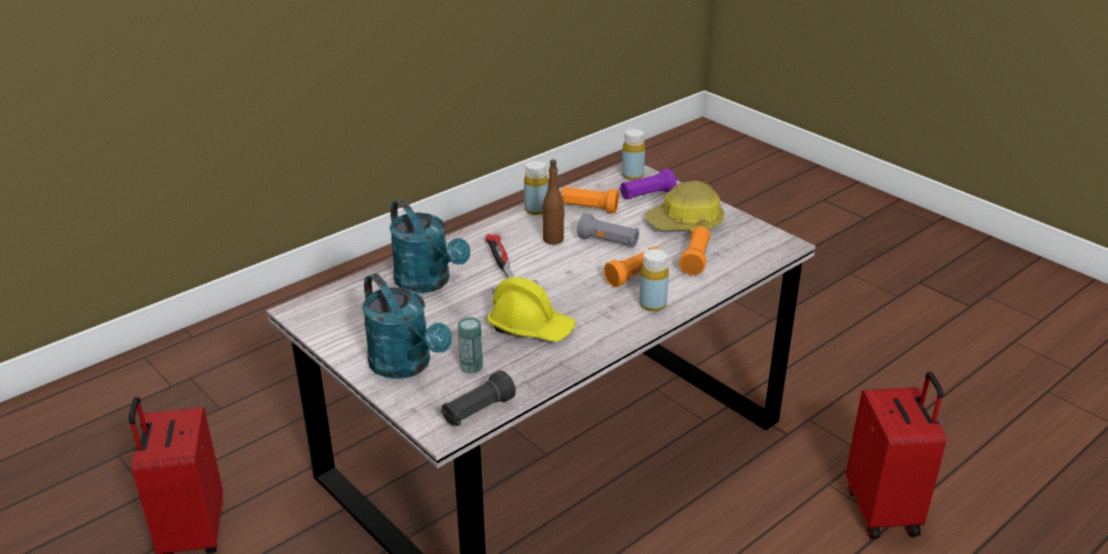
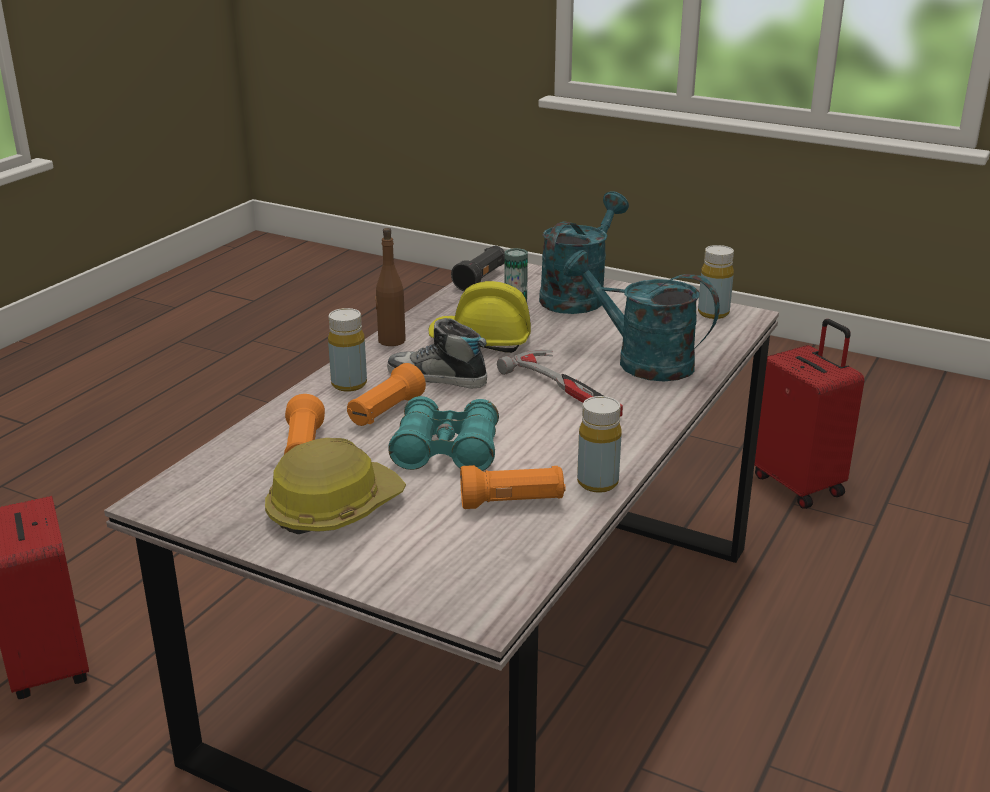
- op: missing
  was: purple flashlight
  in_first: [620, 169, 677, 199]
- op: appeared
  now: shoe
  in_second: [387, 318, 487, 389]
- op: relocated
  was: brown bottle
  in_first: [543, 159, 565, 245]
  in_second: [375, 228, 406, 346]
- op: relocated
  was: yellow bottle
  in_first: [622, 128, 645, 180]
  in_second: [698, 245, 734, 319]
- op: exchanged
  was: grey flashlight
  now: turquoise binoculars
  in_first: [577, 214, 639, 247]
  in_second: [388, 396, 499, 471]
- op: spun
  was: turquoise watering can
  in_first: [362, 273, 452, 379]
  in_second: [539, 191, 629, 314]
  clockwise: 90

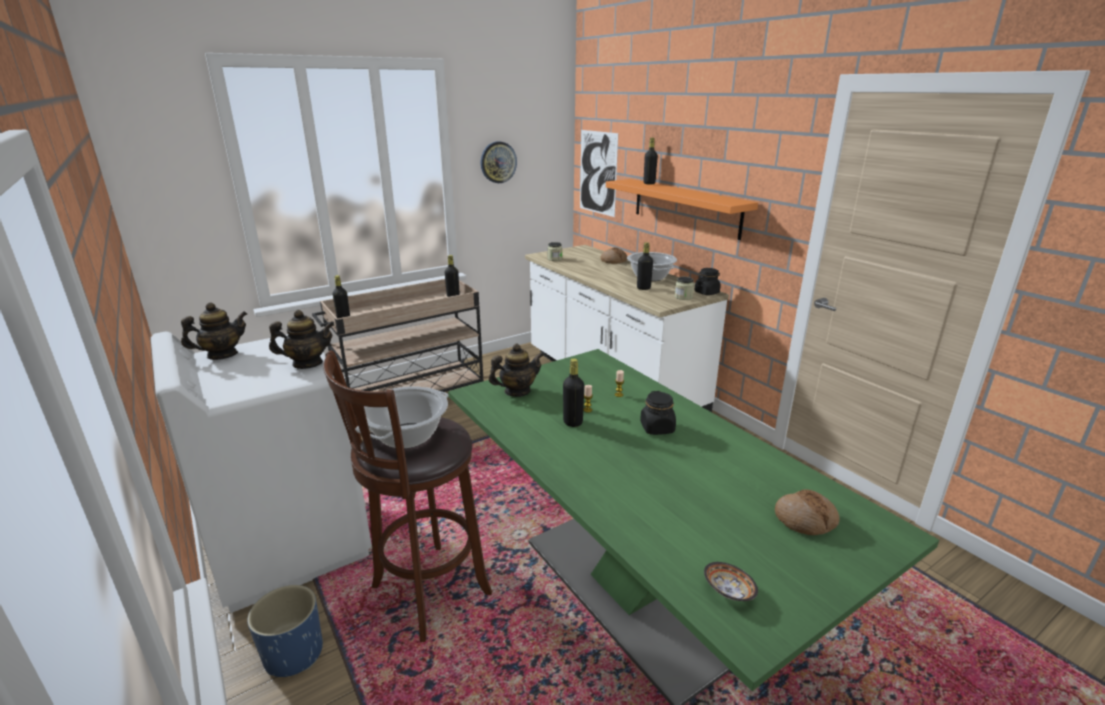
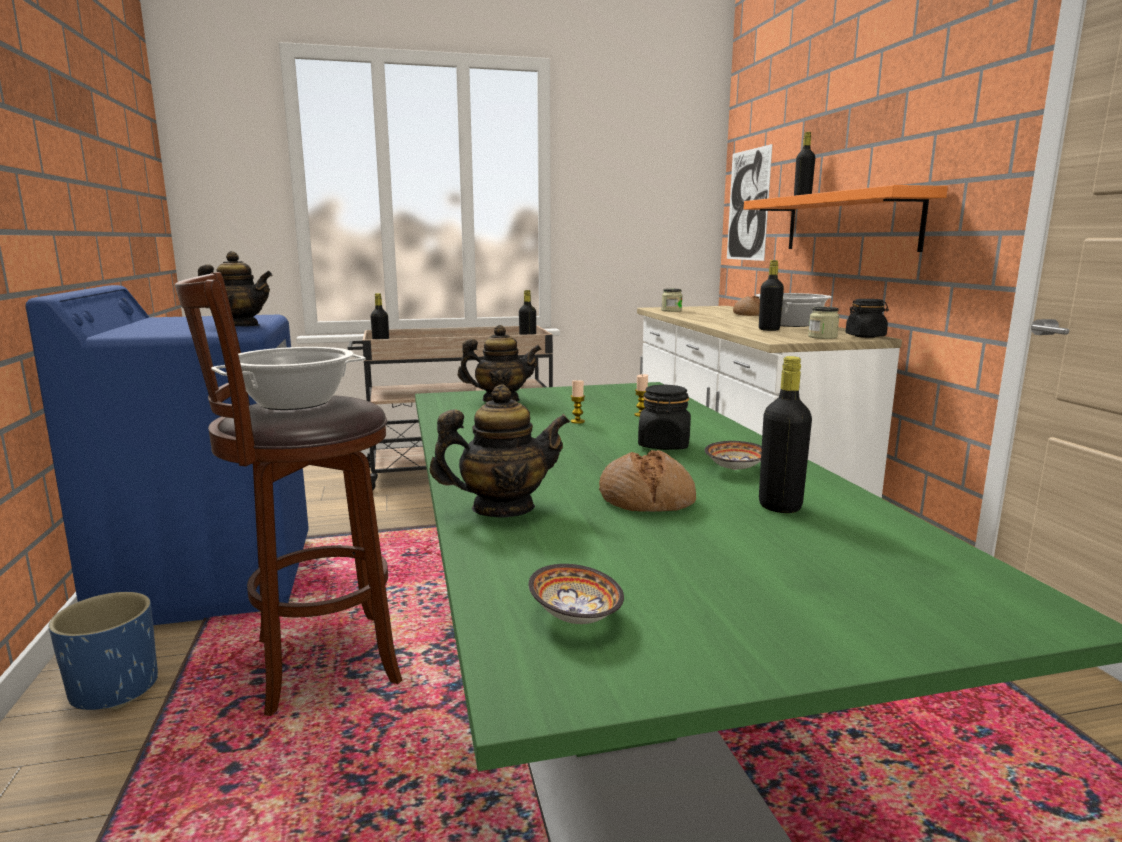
- op: missing
  was: wall clock
  in_first: [481, 141, 517, 183]
- op: appeared
  now: bowl
  in_second: [705, 441, 762, 470]
- op: relocated
  was: teapot
  in_first: [181, 302, 247, 360]
  in_second: [430, 384, 570, 518]
- op: relocated
  was: black bottle
  in_first: [563, 358, 584, 427]
  in_second: [759, 356, 812, 513]
- op: relocated
  was: bread
  in_first: [775, 489, 840, 535]
  in_second: [599, 450, 696, 512]
- op: colour
  was: white washing machine
  now: blue washing machine
  in_first: [151, 332, 372, 613]
  in_second: [25, 285, 309, 625]

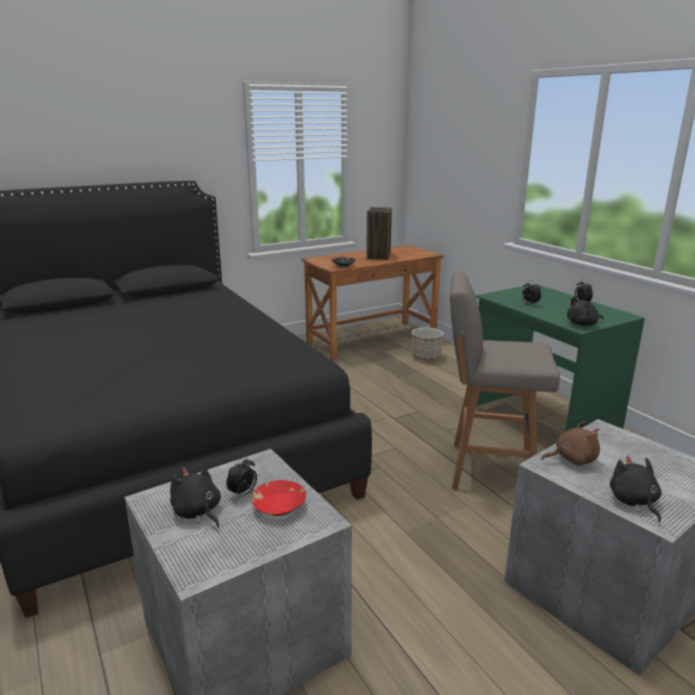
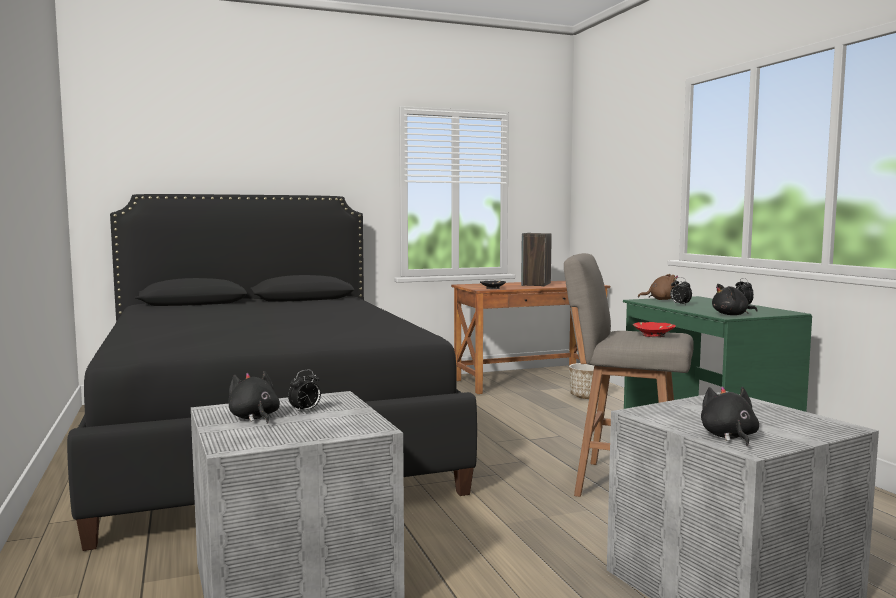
- op: relocated
  was: red bowl
  in_first: [251, 480, 306, 516]
  in_second: [633, 322, 676, 337]
- op: relocated
  was: brown plush toy
  in_first: [541, 421, 600, 466]
  in_second: [638, 274, 678, 300]

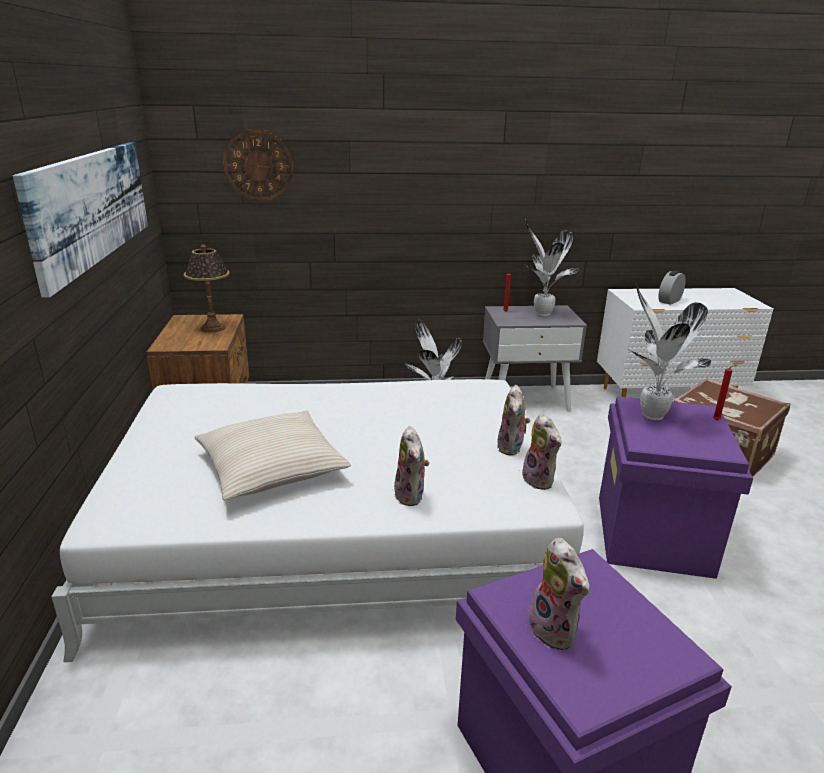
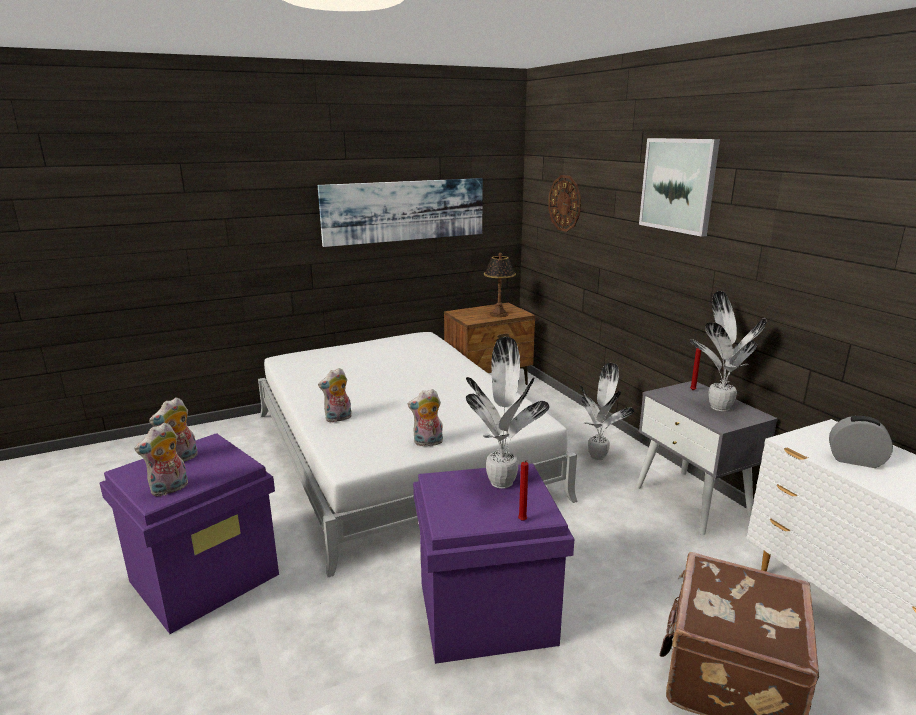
- op: missing
  was: beige pillow
  in_first: [194, 410, 351, 500]
- op: appeared
  now: picture
  in_second: [639, 138, 720, 237]
- op: relocated
  was: plush toy
  in_first: [520, 413, 561, 490]
  in_second: [134, 423, 188, 496]

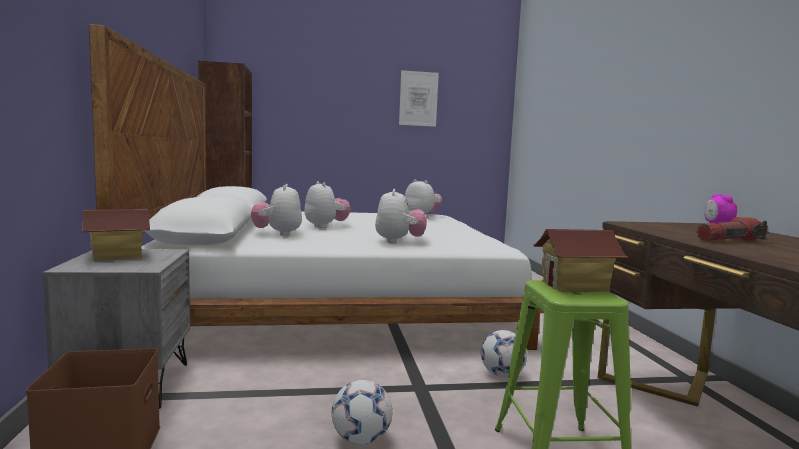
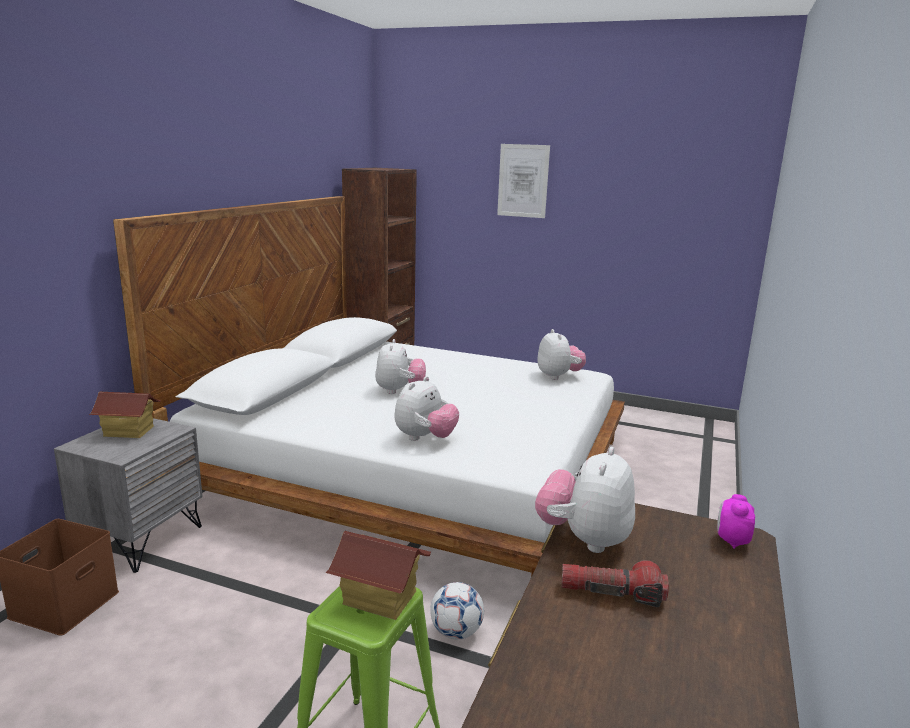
- op: missing
  was: football
  in_first: [332, 380, 393, 444]
- op: relocated
  was: plush toy
  in_first: [251, 184, 302, 236]
  in_second: [535, 447, 635, 553]
- op: relocated
  was: picture
  in_first: [399, 70, 439, 127]
  in_second: [497, 144, 550, 218]

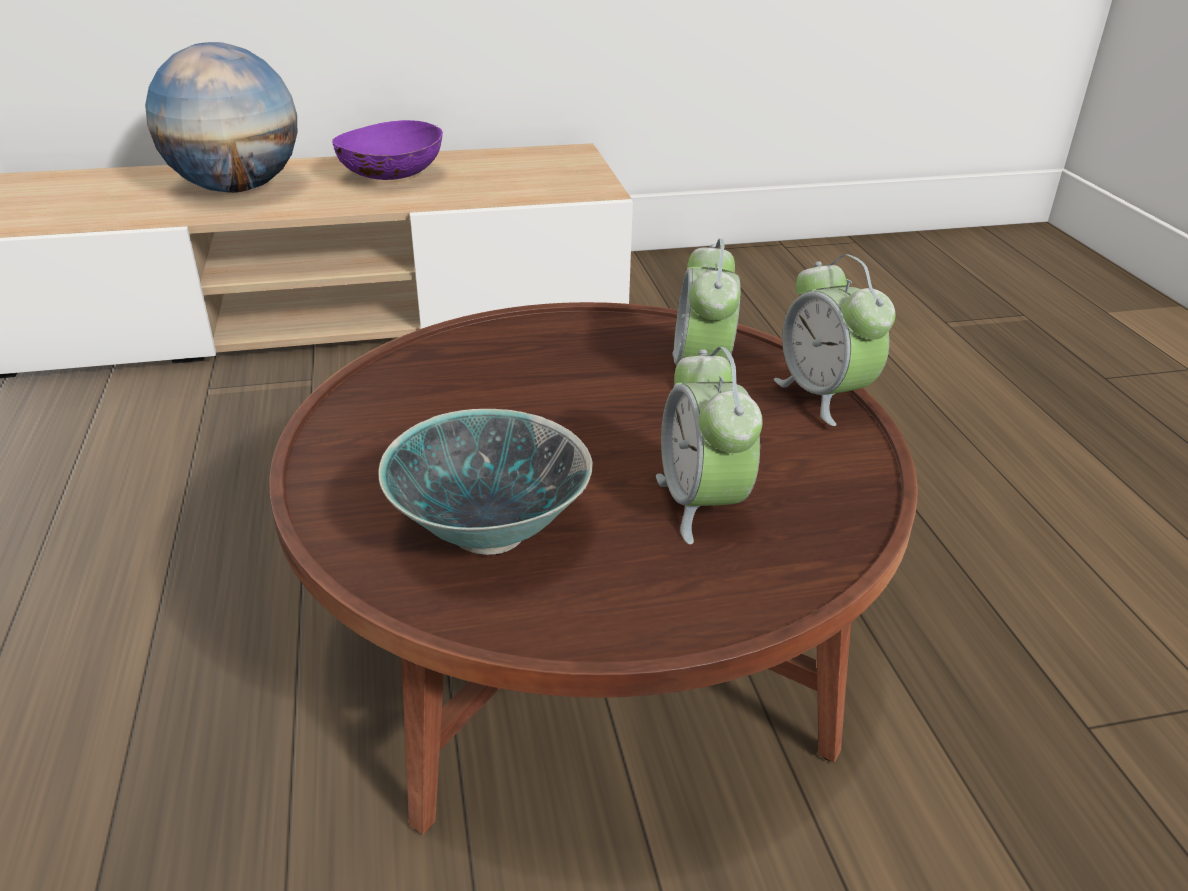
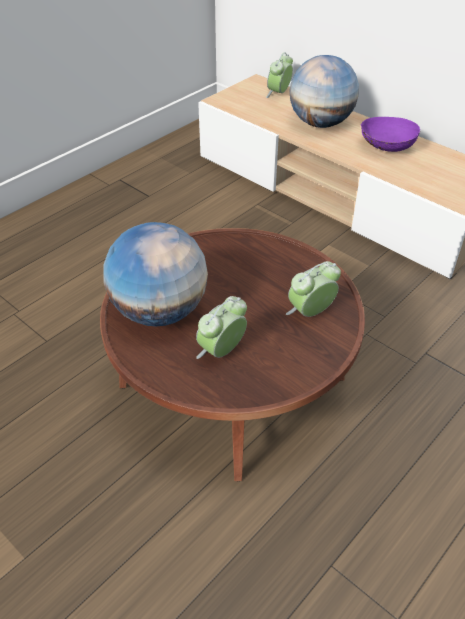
- op: relocated
  was: alarm clock
  in_first: [774, 254, 895, 426]
  in_second: [266, 52, 293, 98]
- op: exchanged
  was: bowl
  now: globe
  in_first: [378, 409, 593, 555]
  in_second: [104, 222, 208, 326]

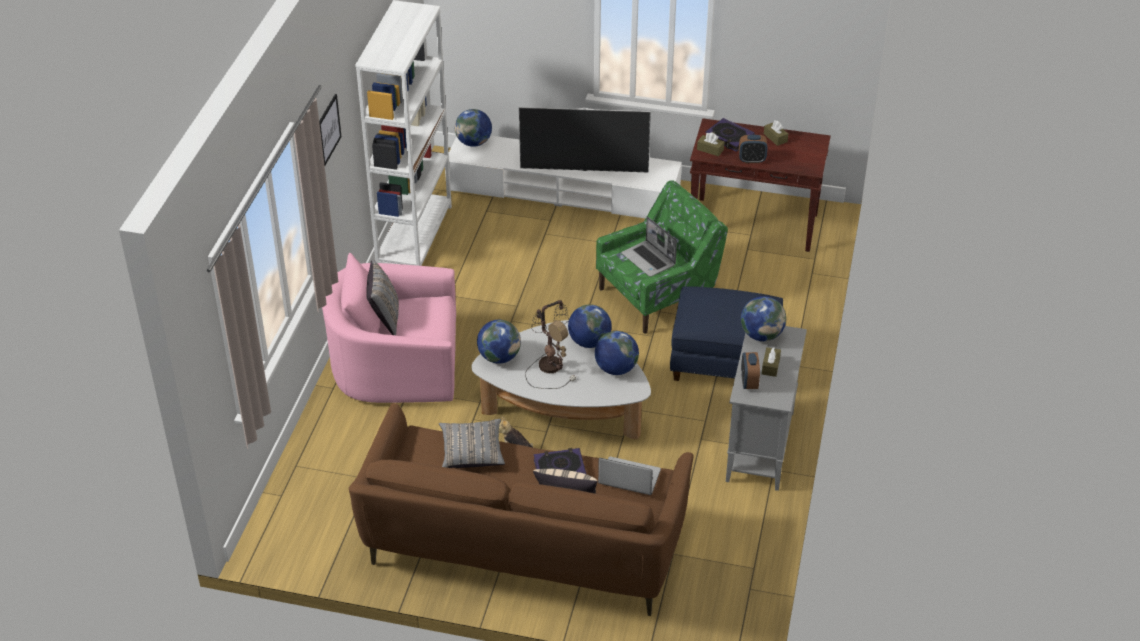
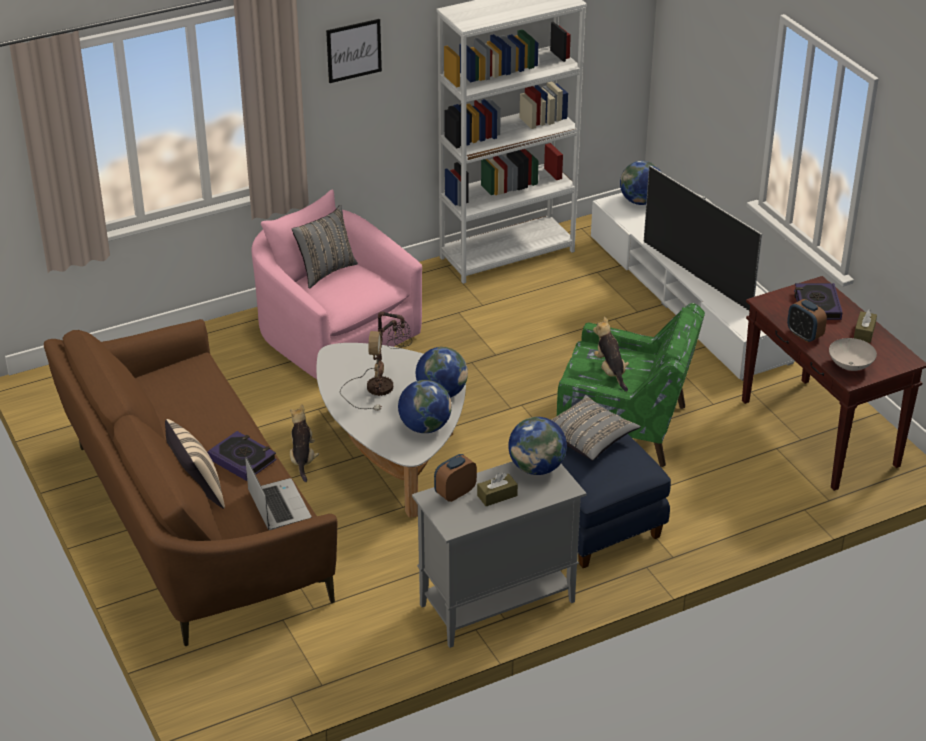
- op: missing
  was: globe
  in_first: [477, 320, 521, 364]
- op: missing
  was: brown tissue box
  in_first: [697, 132, 724, 156]
- op: appeared
  now: white bowl
  in_second: [829, 338, 877, 371]
- op: relocated
  was: grey pillow
  in_first: [439, 419, 505, 468]
  in_second: [551, 395, 641, 461]
- op: exchanged
  was: laptop
  now: plush toy
  in_first: [621, 216, 677, 277]
  in_second: [593, 317, 629, 391]

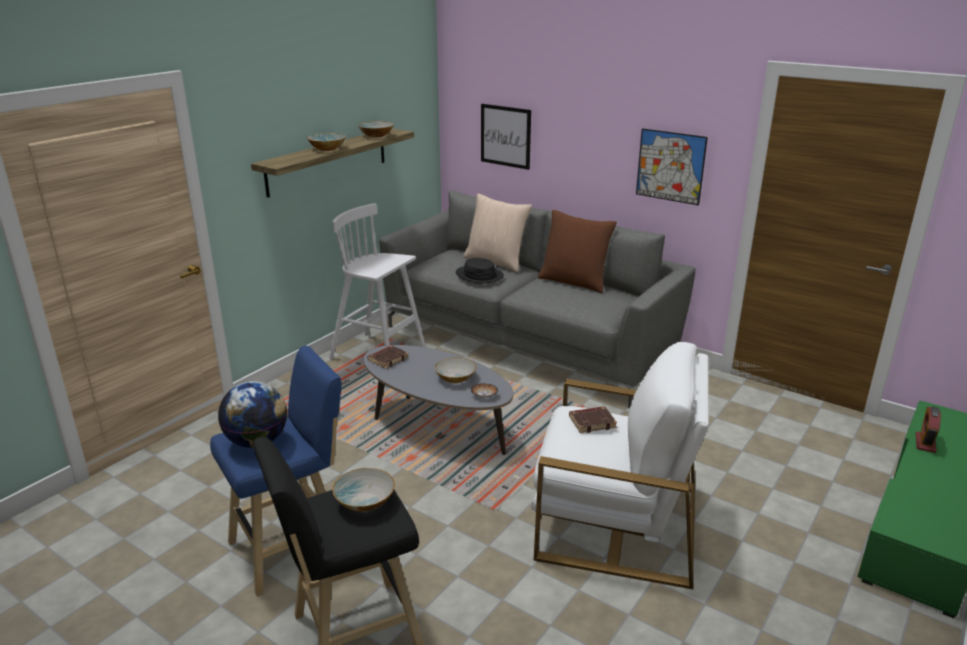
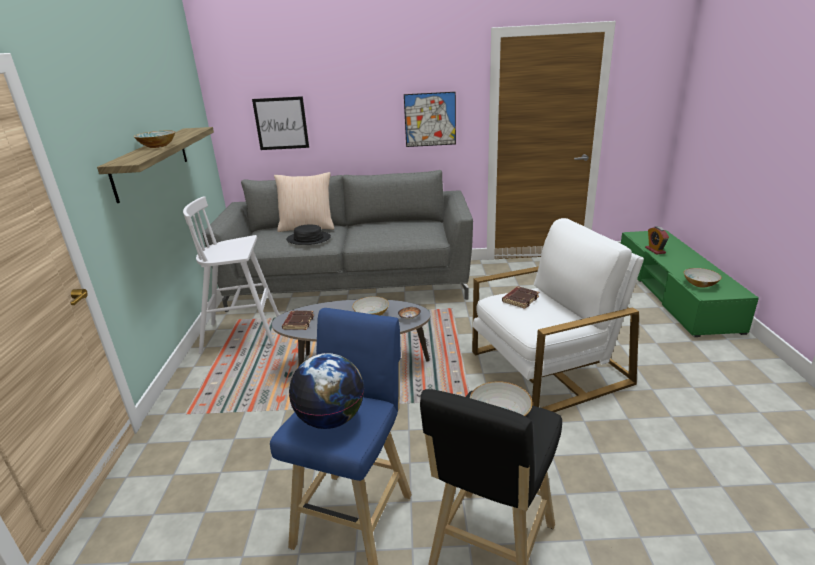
- op: missing
  was: brown pillow
  in_first: [538, 210, 617, 293]
- op: relocated
  was: bowl
  in_first: [358, 121, 394, 138]
  in_second: [684, 268, 722, 288]

